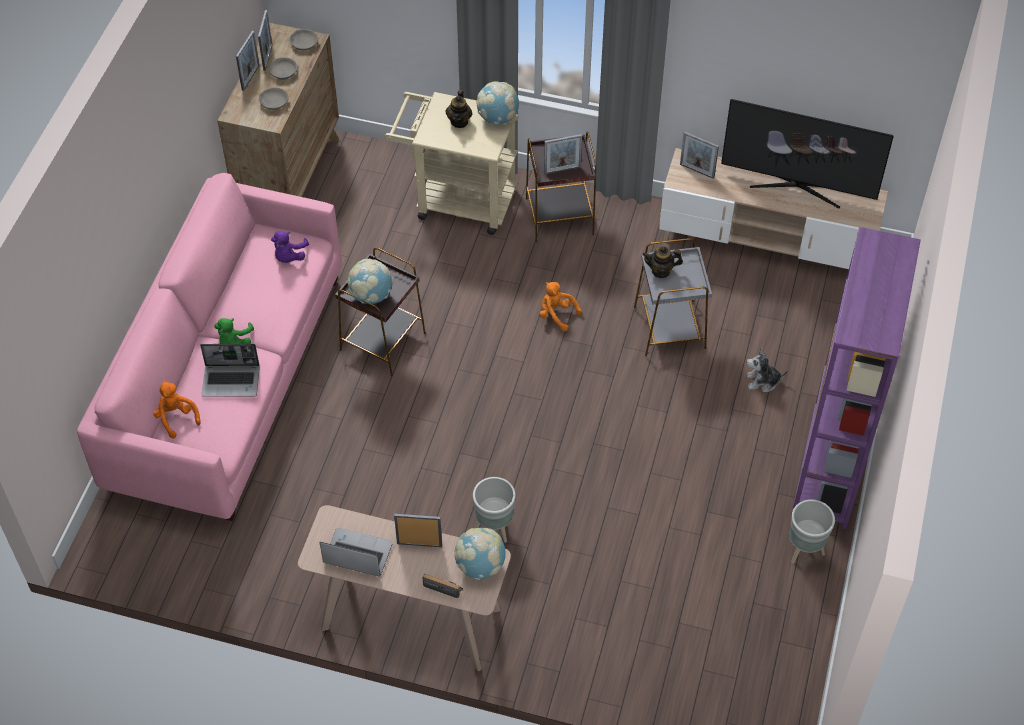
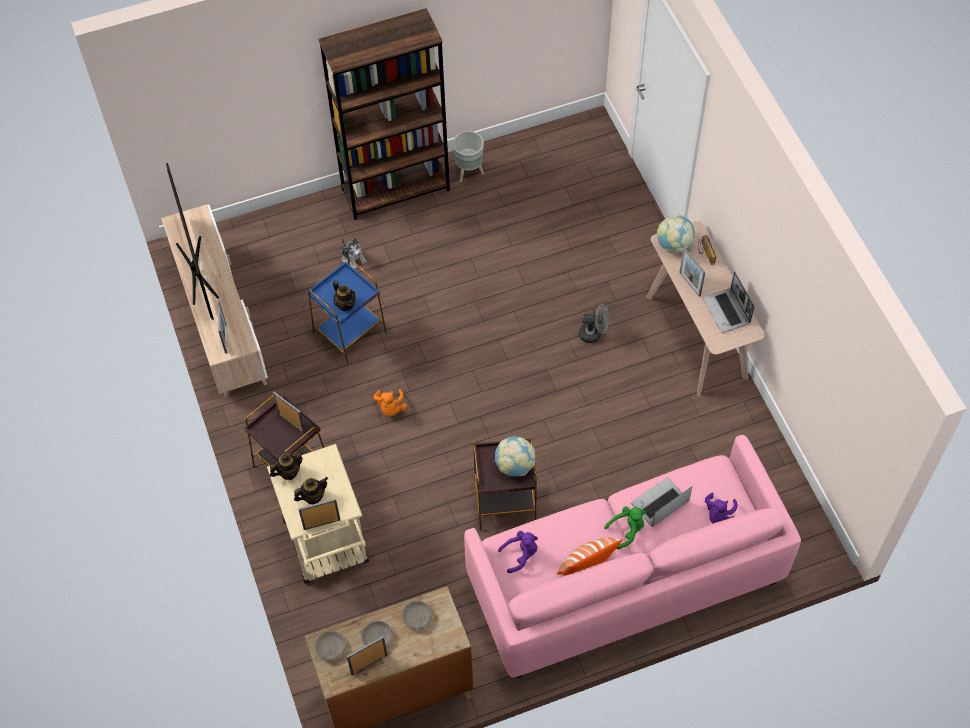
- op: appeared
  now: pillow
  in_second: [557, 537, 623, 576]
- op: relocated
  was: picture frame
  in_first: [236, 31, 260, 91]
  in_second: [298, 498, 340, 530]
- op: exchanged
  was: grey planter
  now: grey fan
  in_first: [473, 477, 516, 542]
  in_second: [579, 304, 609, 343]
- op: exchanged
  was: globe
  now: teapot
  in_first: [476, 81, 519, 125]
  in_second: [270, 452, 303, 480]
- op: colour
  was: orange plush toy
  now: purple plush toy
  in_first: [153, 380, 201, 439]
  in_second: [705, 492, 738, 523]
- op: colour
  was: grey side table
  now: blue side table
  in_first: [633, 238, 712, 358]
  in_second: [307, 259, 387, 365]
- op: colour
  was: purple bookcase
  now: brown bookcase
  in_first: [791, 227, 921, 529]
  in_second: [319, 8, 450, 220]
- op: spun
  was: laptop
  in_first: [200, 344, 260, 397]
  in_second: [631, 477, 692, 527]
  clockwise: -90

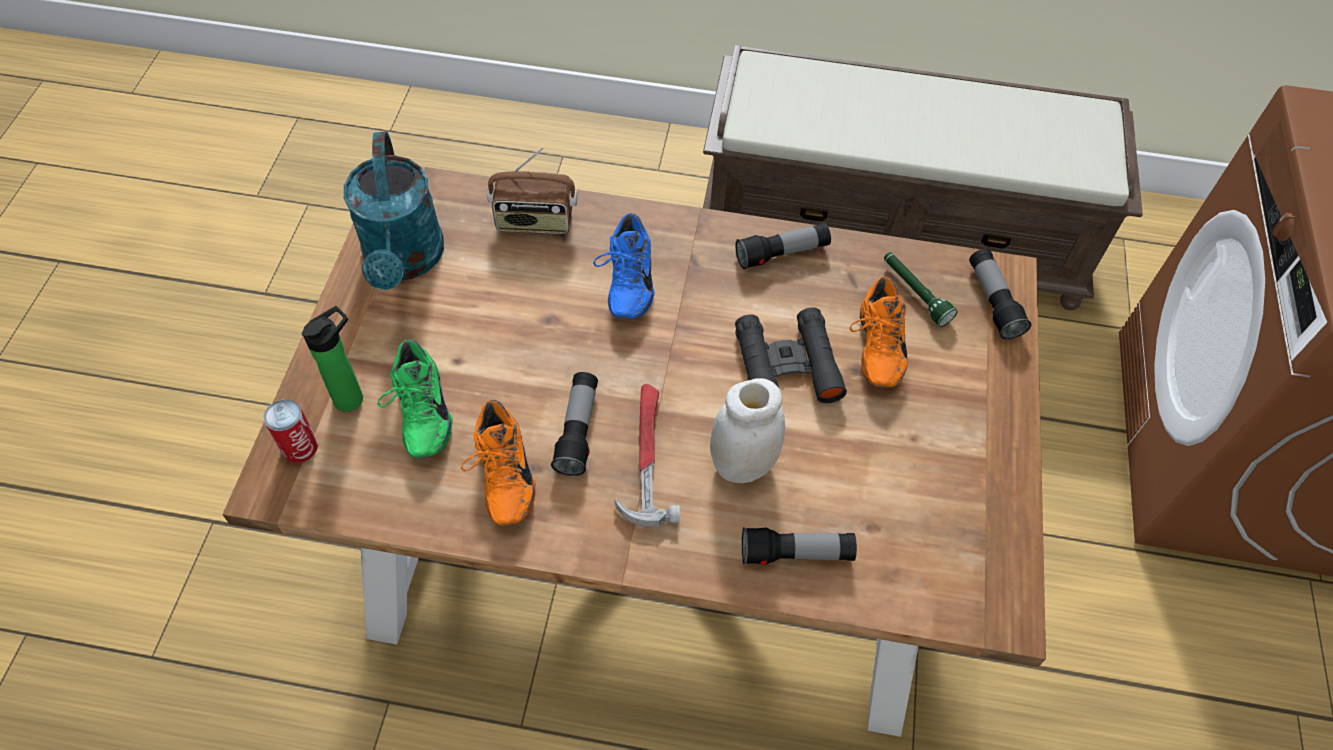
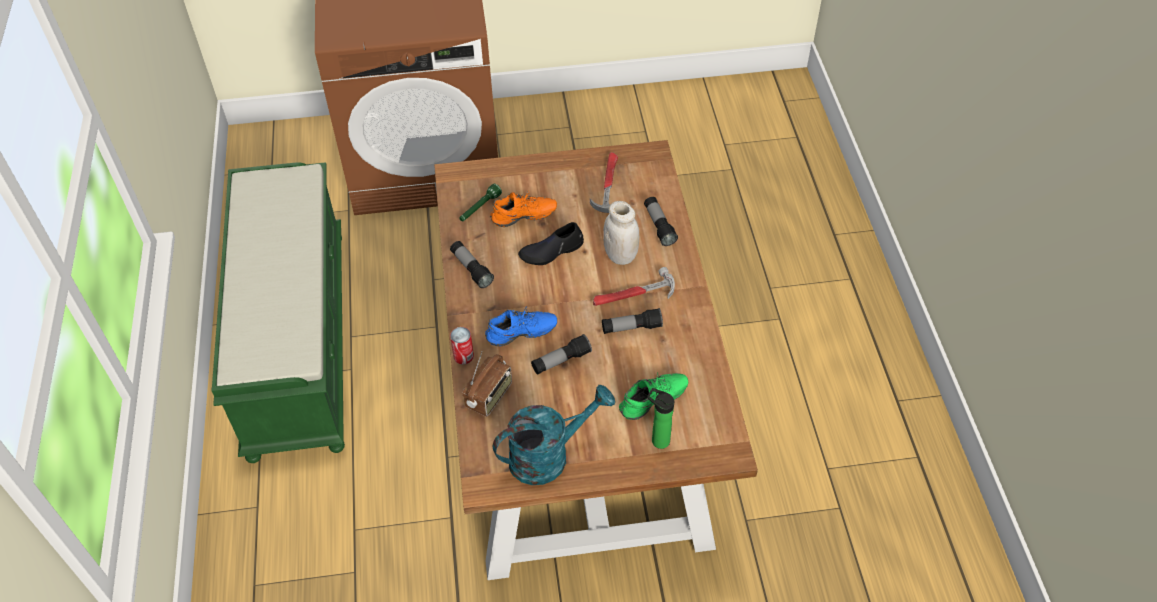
- op: missing
  was: orange shoe
  in_first: [460, 400, 536, 526]
- op: appeared
  now: hammer
  in_second: [590, 152, 618, 213]
- op: relocated
  was: can
  in_first: [263, 399, 318, 463]
  in_second: [450, 327, 474, 365]
- op: relocated
  was: flashlight
  in_first: [969, 249, 1032, 340]
  in_second: [531, 334, 592, 375]
- op: exchanged
  was: black binoculars
  now: black shoe
  in_first: [735, 307, 847, 403]
  in_second: [518, 222, 584, 265]
- op: colour
  was: brown bench
  now: green bench
  in_first: [703, 45, 1143, 310]
  in_second: [211, 162, 345, 463]
- op: spun
  was: radio
  in_first: [487, 147, 578, 234]
  in_second: [463, 351, 512, 417]
  clockwise: 45

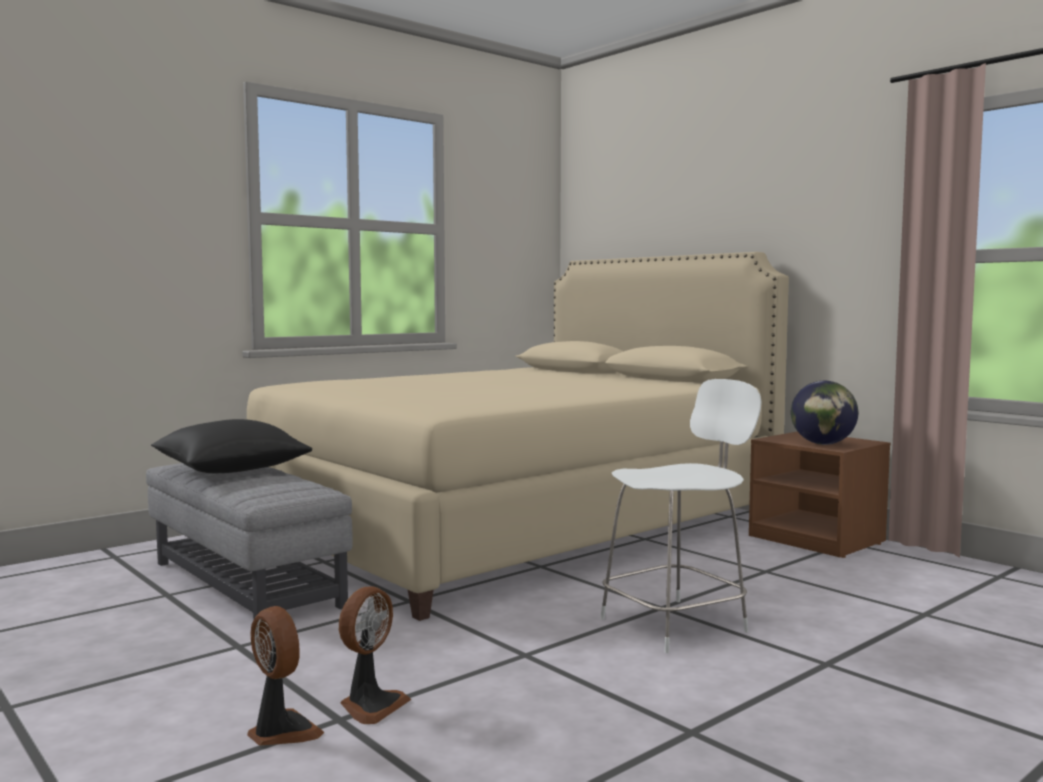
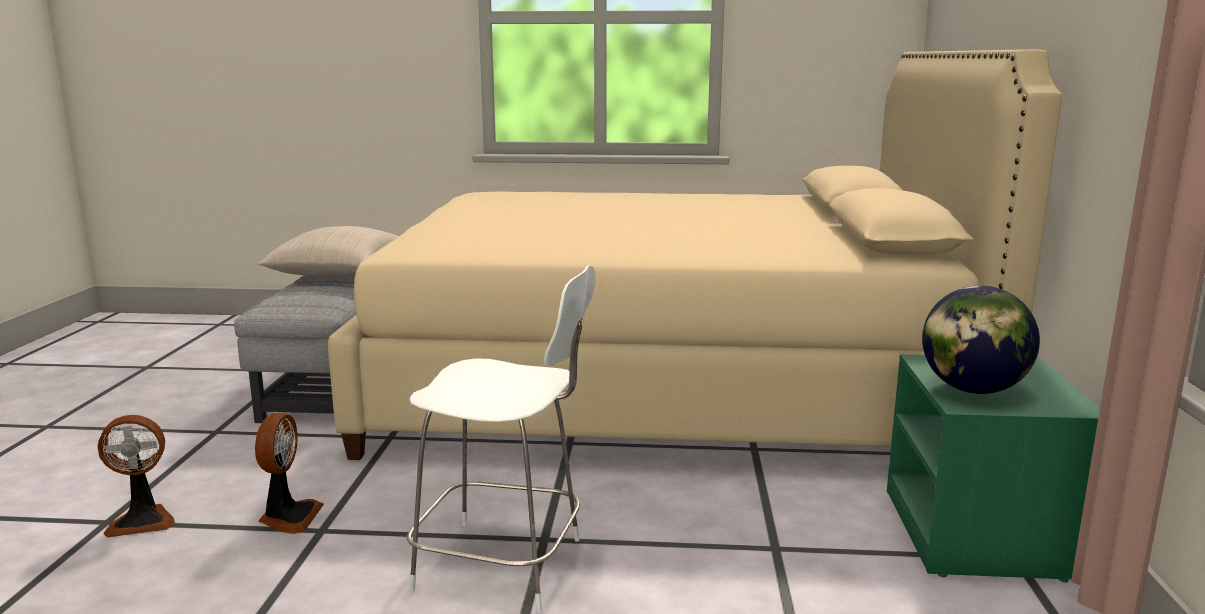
- op: relocated
  was: fan
  in_first: [247, 606, 324, 745]
  in_second: [255, 412, 324, 534]
- op: colour
  was: black pillow
  now: beige pillow
  in_first: [151, 419, 312, 473]
  in_second: [257, 226, 399, 277]
- op: colour
  was: brown nightstand
  now: green nightstand
  in_first: [749, 432, 890, 558]
  in_second: [887, 354, 1100, 583]

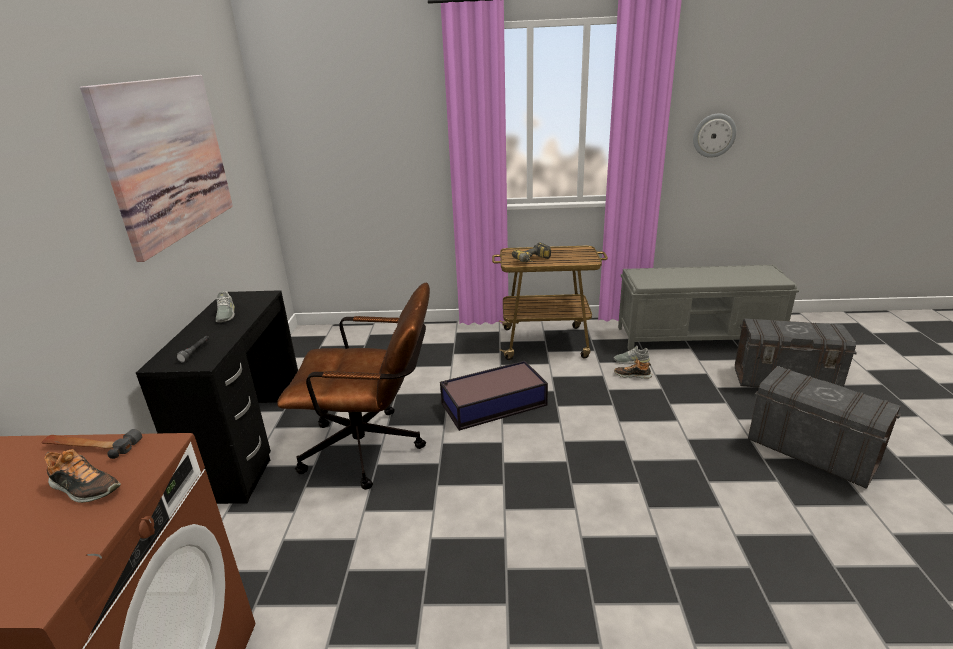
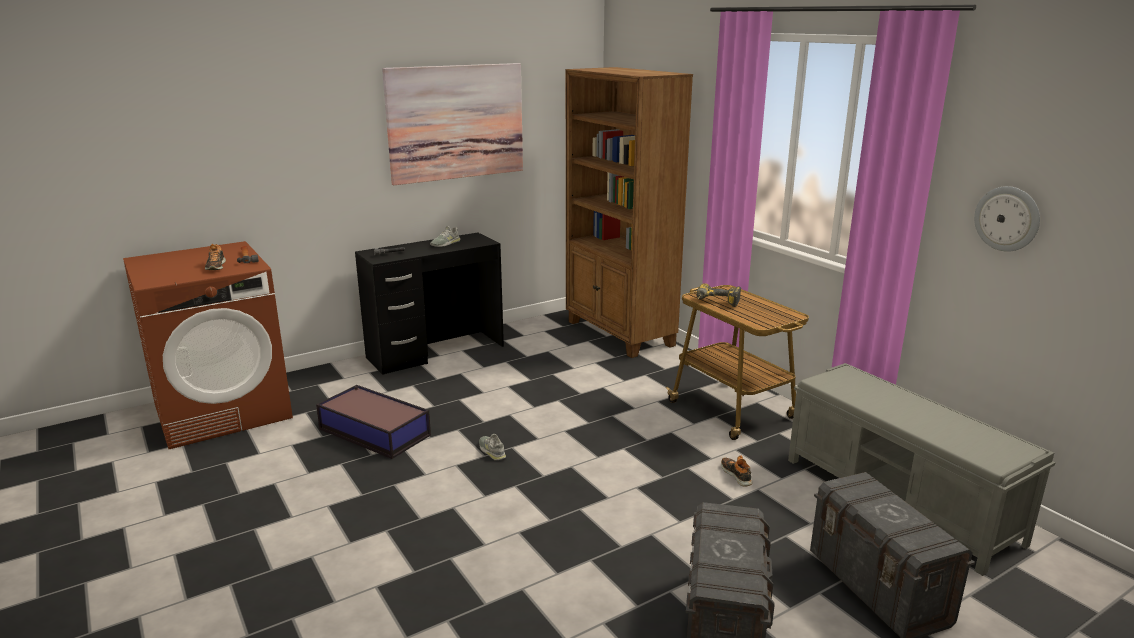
- op: missing
  was: brown office chair
  in_first: [277, 283, 430, 490]
- op: appeared
  now: brown bookcase
  in_second: [566, 67, 693, 358]
- op: relocated
  was: storage box
  in_first: [440, 361, 548, 431]
  in_second: [316, 385, 431, 459]
- op: relocated
  was: grey shoe
  in_first: [614, 345, 650, 364]
  in_second: [479, 434, 506, 460]

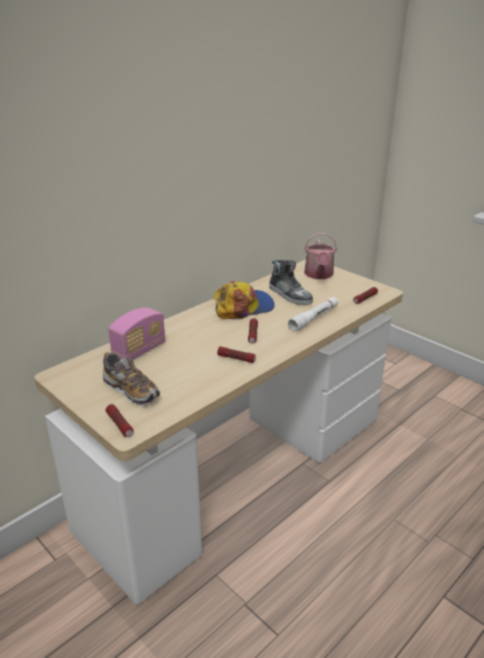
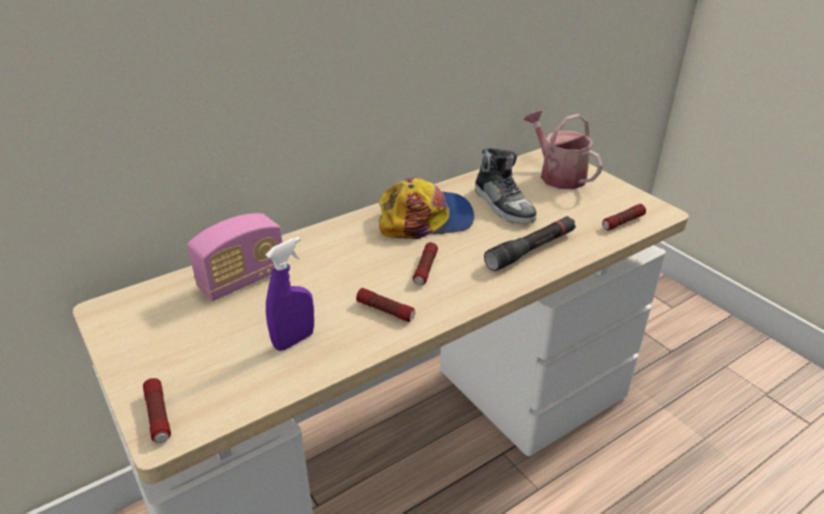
- op: missing
  was: shoe
  in_first: [103, 352, 160, 405]
- op: appeared
  now: purple spray bottle
  in_second: [265, 237, 314, 351]
- op: colour
  was: white flashlight
  now: black flashlight
  in_first: [288, 297, 338, 332]
  in_second: [484, 216, 576, 271]
- op: spun
  was: watering can
  in_first: [304, 233, 337, 279]
  in_second: [524, 111, 603, 189]
  clockwise: 135

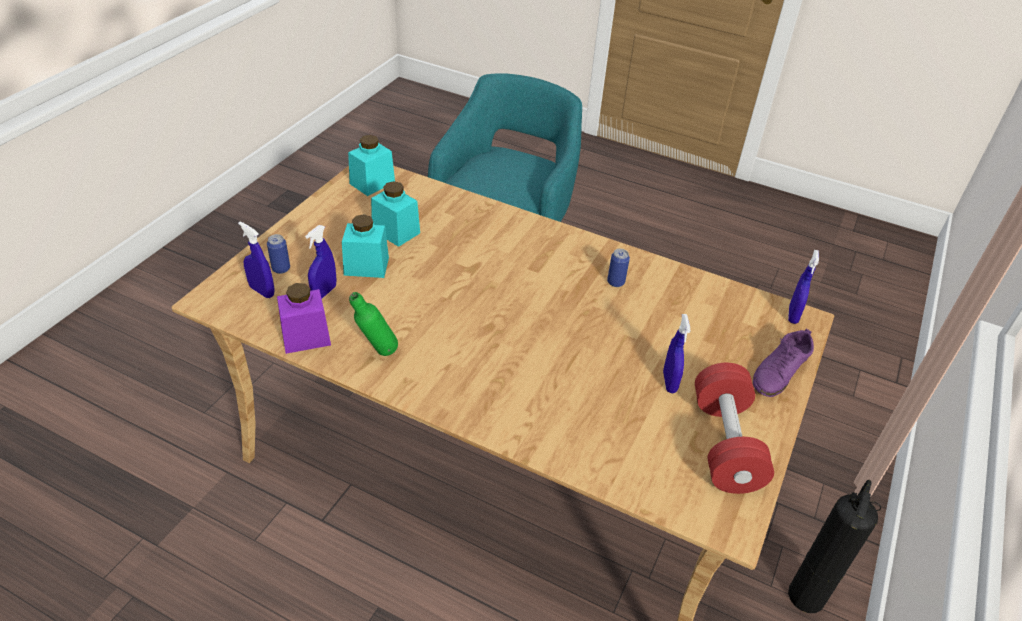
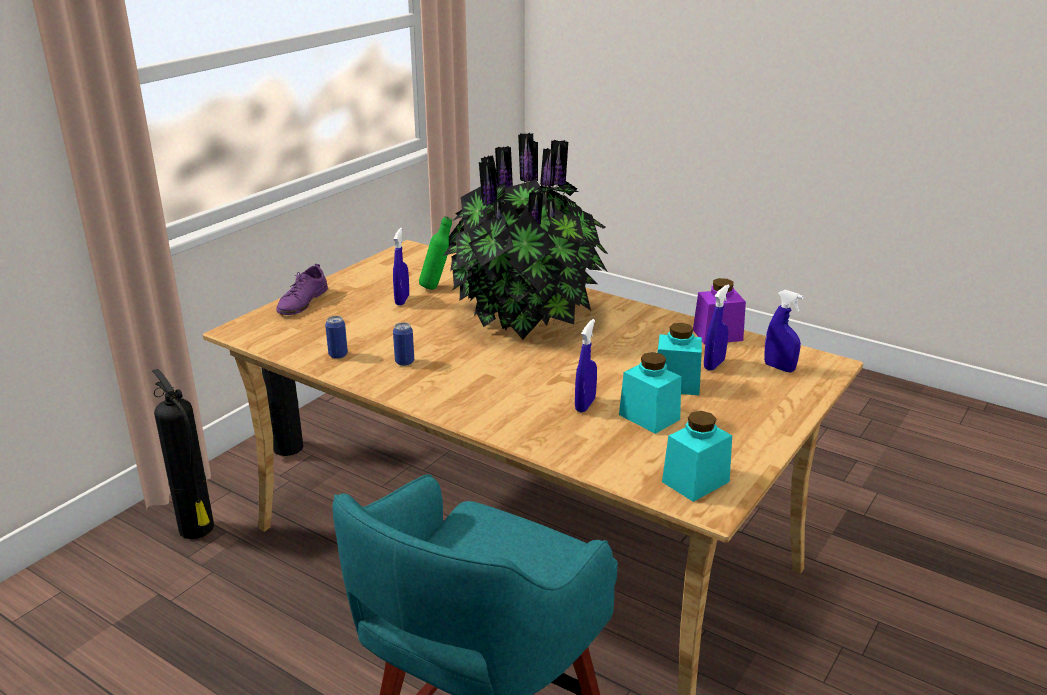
- op: missing
  was: red dumbbell
  in_first: [695, 363, 774, 494]
- op: appeared
  now: fire extinguisher
  in_second: [152, 369, 214, 539]
- op: appeared
  now: potted plant
  in_second: [443, 133, 608, 340]
- op: relocated
  was: can
  in_first: [267, 234, 290, 274]
  in_second: [325, 316, 348, 359]
- op: relocated
  was: green bottle
  in_first: [349, 292, 398, 356]
  in_second: [419, 216, 452, 290]
- op: relocated
  was: blue spray bottle
  in_first: [788, 250, 819, 324]
  in_second: [575, 319, 597, 412]
- op: spun
  was: purple shoe
  in_first: [753, 329, 814, 397]
  in_second: [276, 264, 328, 315]
  clockwise: 150

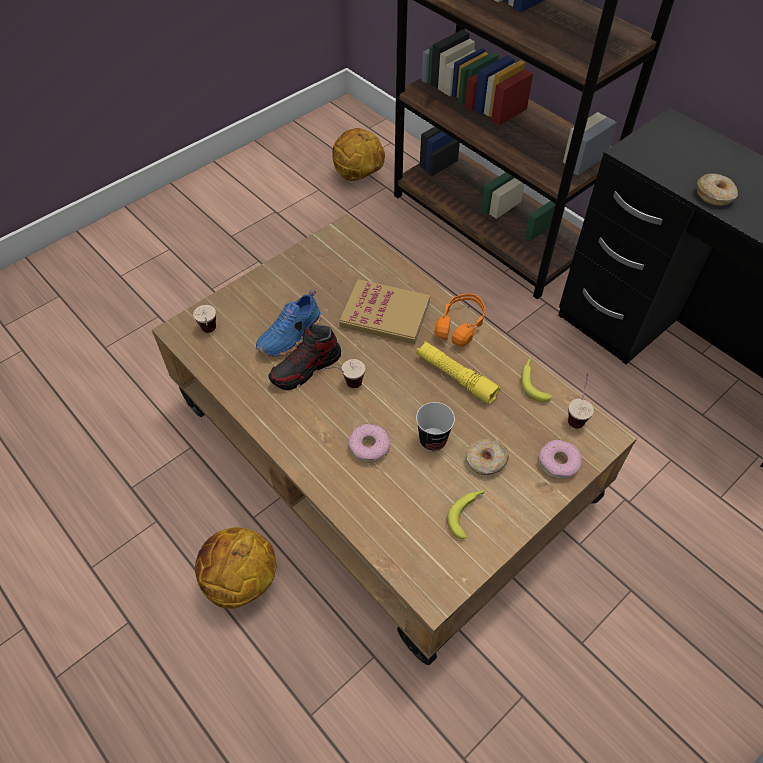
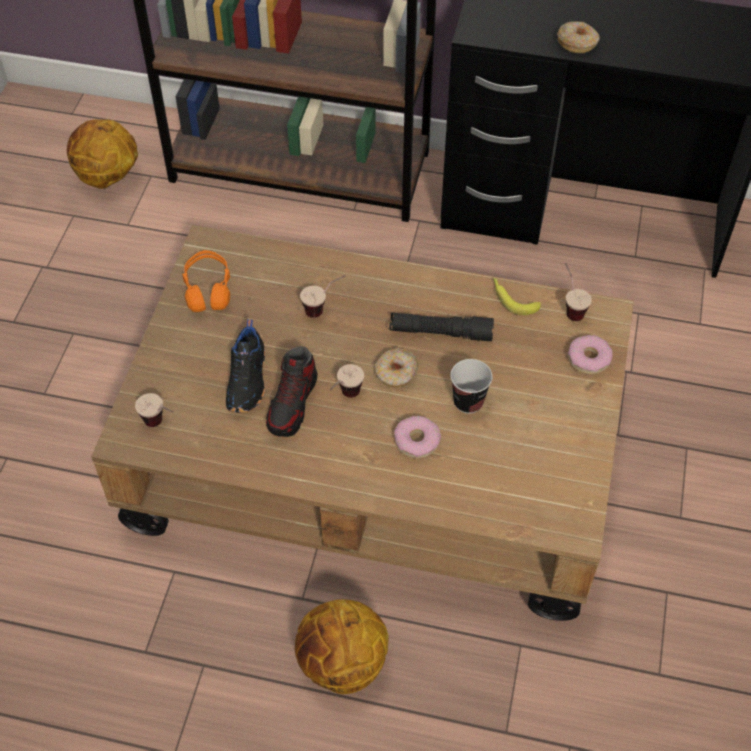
- op: missing
  was: banana
  in_first: [447, 489, 485, 539]
- op: relocated
  was: orange headphones
  in_first: [435, 293, 485, 347]
  in_second: [182, 250, 230, 312]
- op: relocated
  was: donut
  in_first: [466, 438, 509, 475]
  in_second: [375, 348, 418, 387]
- op: exchanged
  was: book
  now: cup
  in_first: [339, 279, 430, 344]
  in_second: [300, 275, 346, 318]
- op: colour
  was: blue shoe
  now: black shoe
  in_first: [256, 290, 321, 357]
  in_second: [226, 319, 265, 413]
- op: colour
  was: yellow flashlight
  now: black flashlight
  in_first: [416, 341, 500, 404]
  in_second: [389, 313, 494, 341]

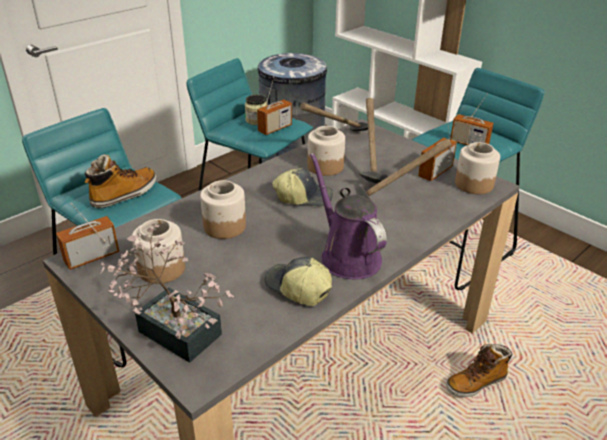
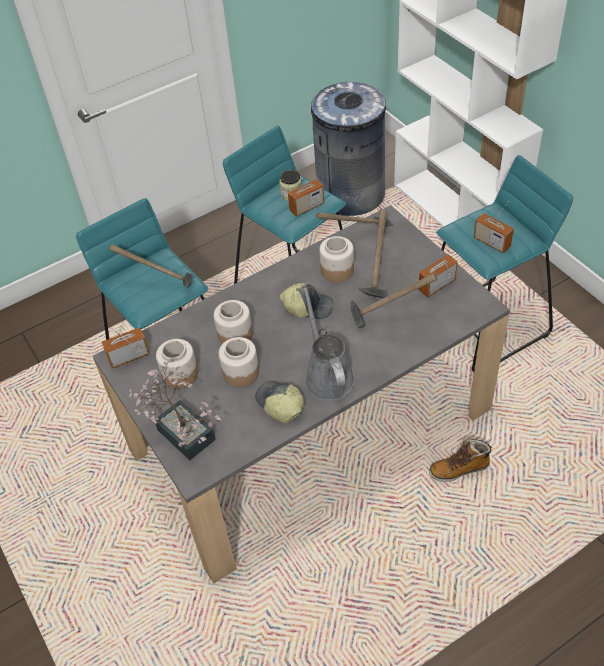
- op: relocated
  was: jar
  in_first: [455, 142, 500, 194]
  in_second: [219, 337, 259, 387]
- op: exchanged
  was: boot
  now: hammer
  in_first: [84, 155, 156, 208]
  in_second: [109, 244, 193, 288]
- op: colour
  was: purple watering can
  now: grey watering can
  in_first: [310, 153, 387, 279]
  in_second: [304, 288, 355, 401]

